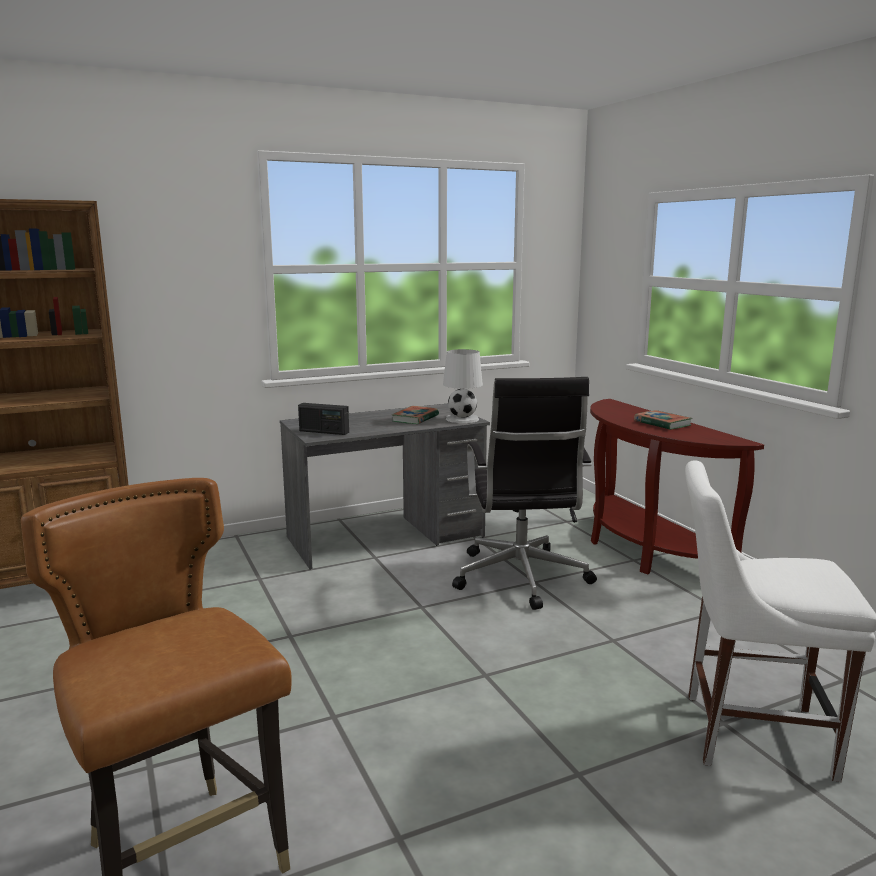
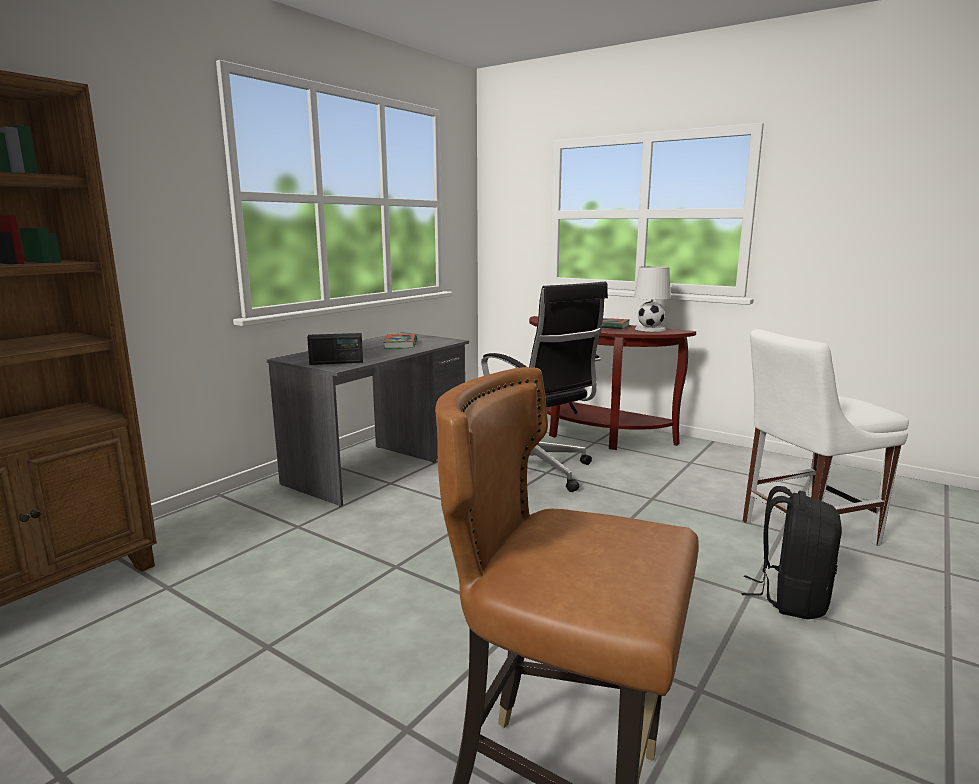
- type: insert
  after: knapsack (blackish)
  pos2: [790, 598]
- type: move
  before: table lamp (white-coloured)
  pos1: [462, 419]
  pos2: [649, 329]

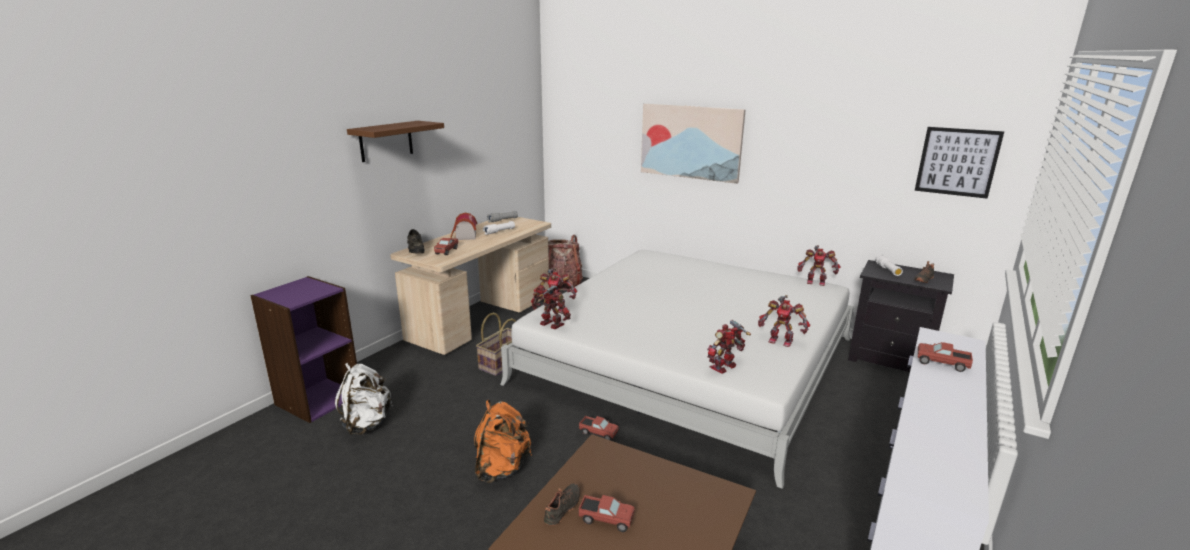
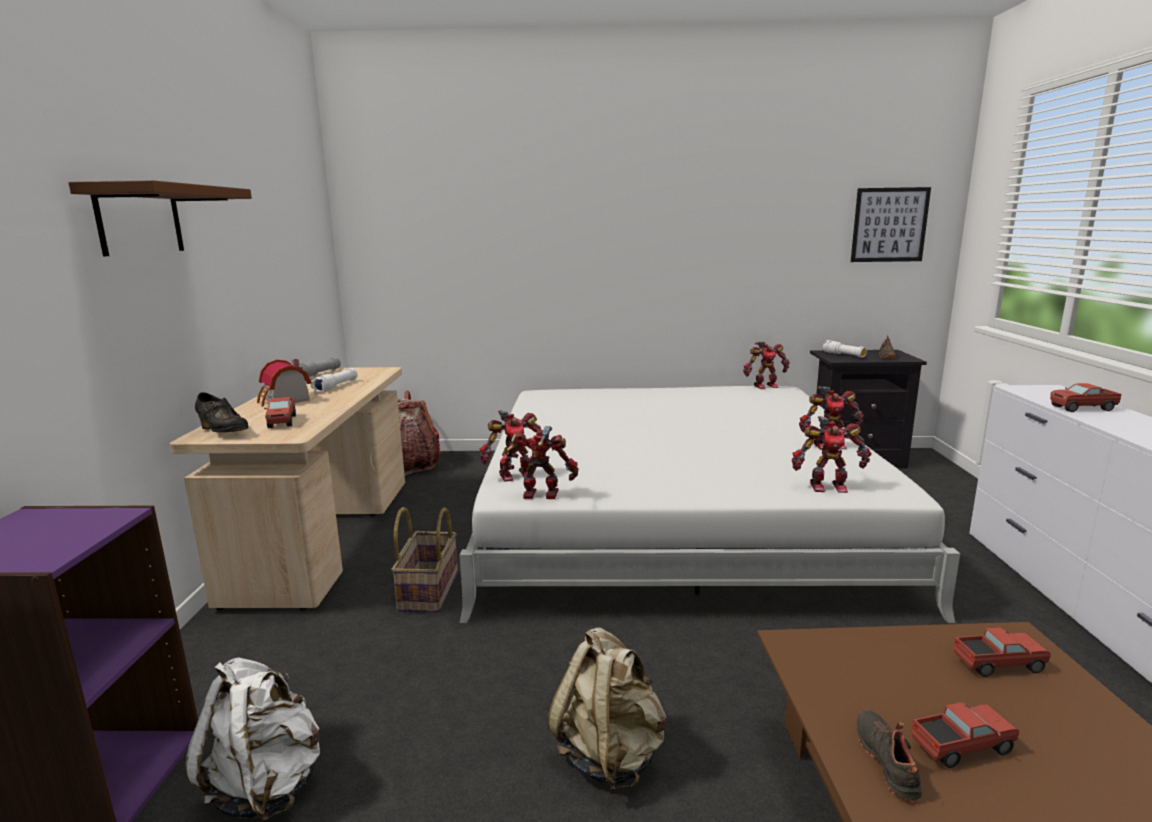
- type: delete
  before: wall picture
  pos1: [691, 142]
- type: move
  before: model truck
  pos1: [598, 433]
  pos2: [998, 665]
- type: recolor
  before: knapsack (orange-coloured)
  after: knapsack (beige-coloured)
  pos1: [502, 469]
  pos2: [610, 754]
- type: rotate
  before: toy robot
  pos1: [724, 367]
  pos2: [827, 486]
  turn: -105

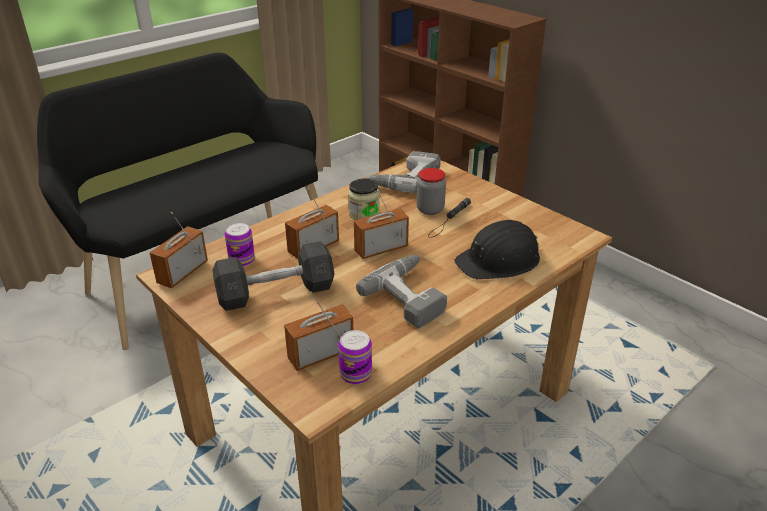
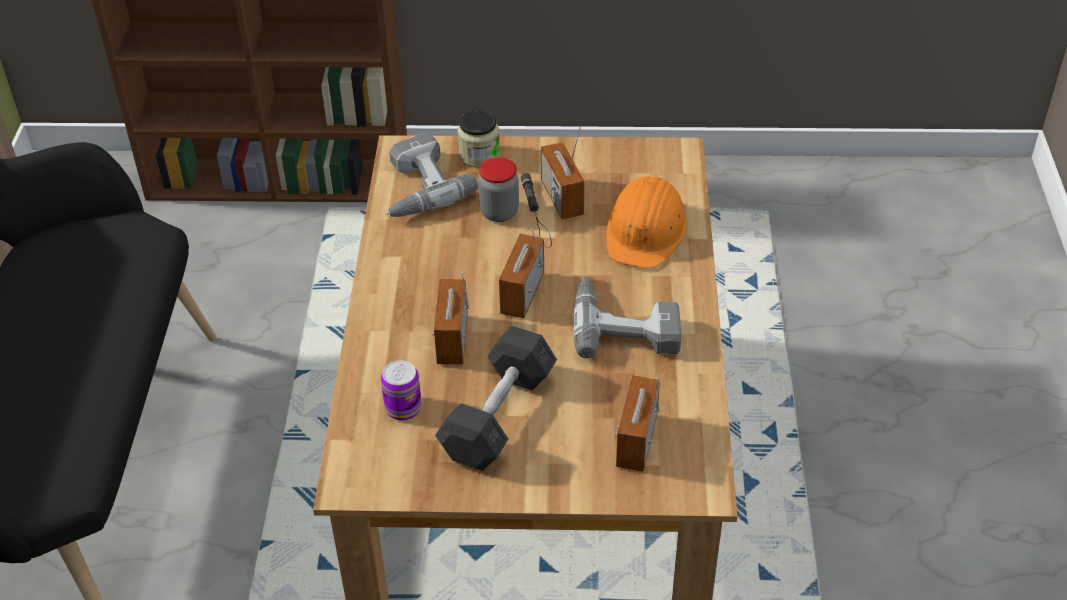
- type: delete
  before: sealed can
  pos1: [355, 374]
- type: move
  before: radio receiver
  pos1: [183, 272]
  pos2: [562, 199]
- type: move
  before: jar
  pos1: [364, 214]
  pos2: [479, 155]
- type: recolor
  before: hard hat (blackish)
  after: hard hat (orange-coloured)
  pos1: [499, 260]
  pos2: [646, 231]

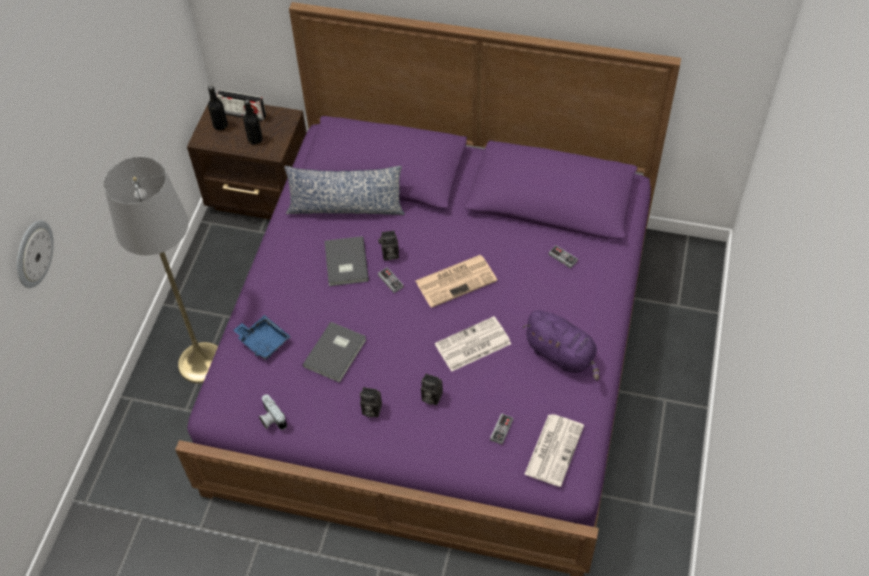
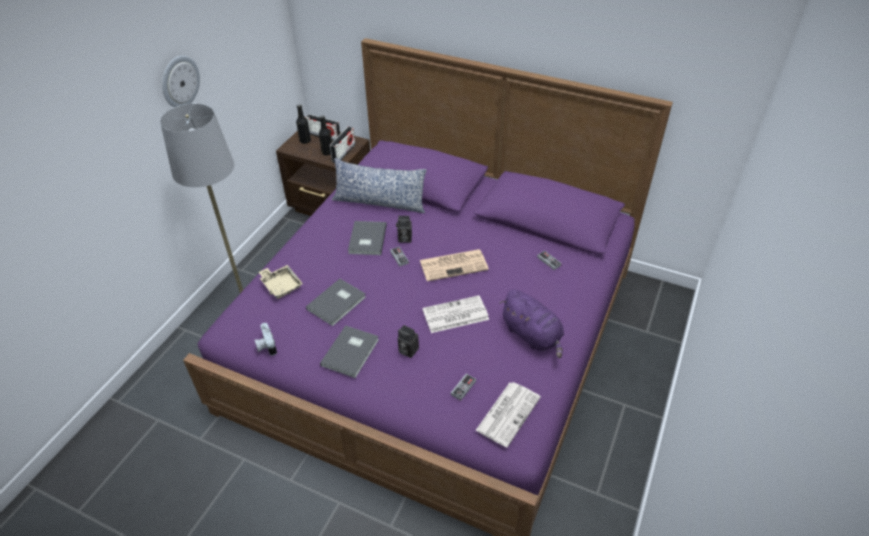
- type: insert
  after: radio receiver
  pos2: [343, 153]
- type: move
  before: wall clock
  pos1: [33, 253]
  pos2: [179, 81]
- type: replace
  before: photo camera
  after: book (gray)
  pos1: [370, 410]
  pos2: [352, 352]
- type: recolor
  before: serving tray (bluish)
  after: serving tray (beige-coloured)
  pos1: [263, 341]
  pos2: [281, 285]

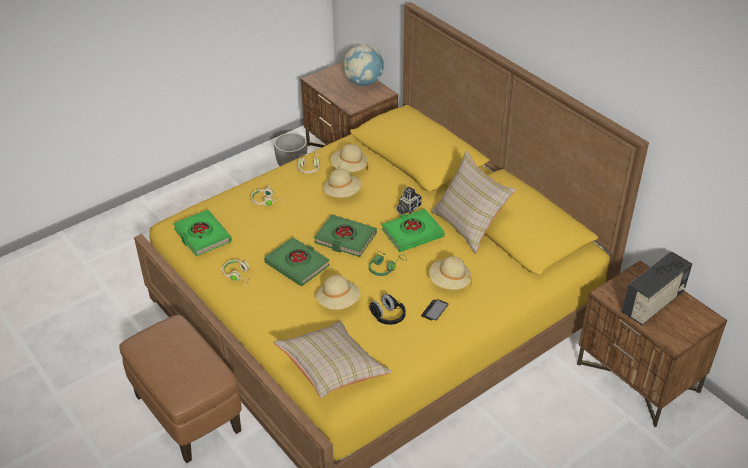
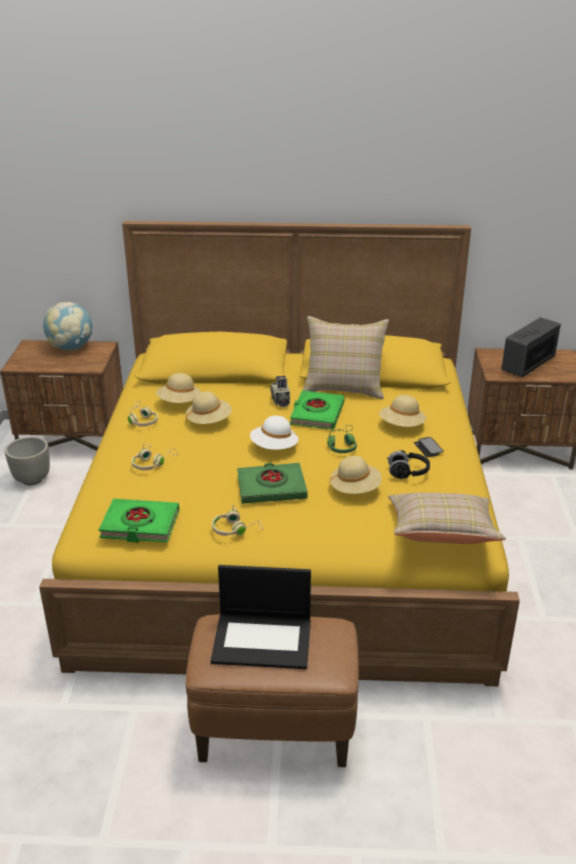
- type: insert
  after: notebook computer
  pos2: [263, 640]
- type: replace
  before: book (green)
  after: hat (white-coloured)
  pos1: [345, 239]
  pos2: [274, 447]
- type: rotate
  before: radio receiver
  pos1: [653, 303]
  pos2: [527, 364]
  turn: -135

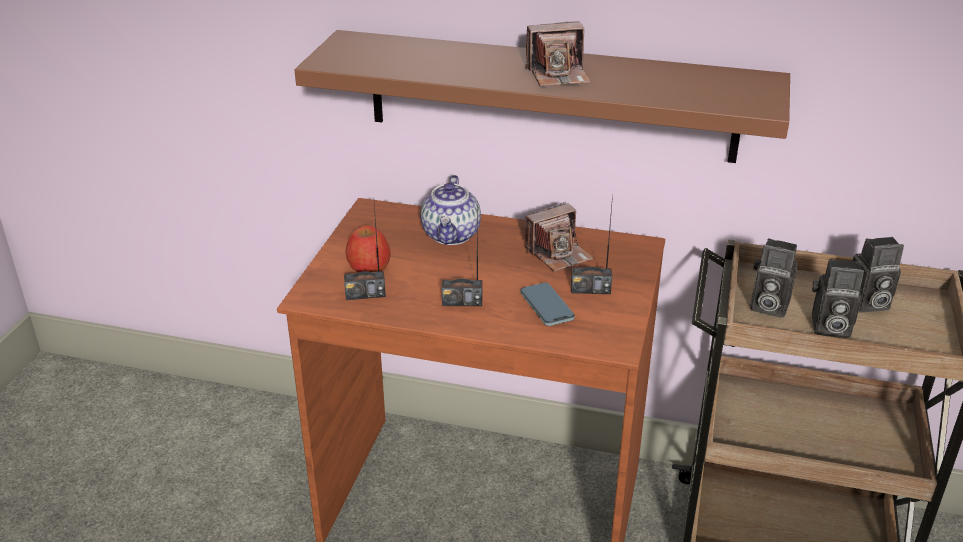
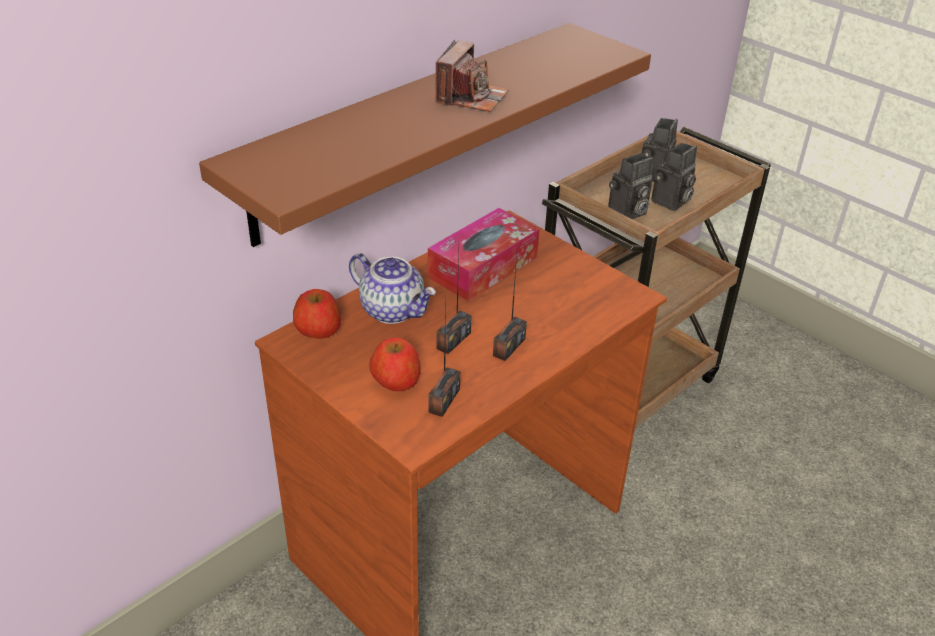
- type: delete
  before: handset
  pos1: [546, 307]
- type: insert
  after: whole apple
  pos2: [318, 330]
- type: move
  before: radio receiver
  pos1: [590, 289]
  pos2: [453, 340]
- type: replace
  before: photo camera
  after: box of tissues
  pos1: [558, 254]
  pos2: [483, 267]

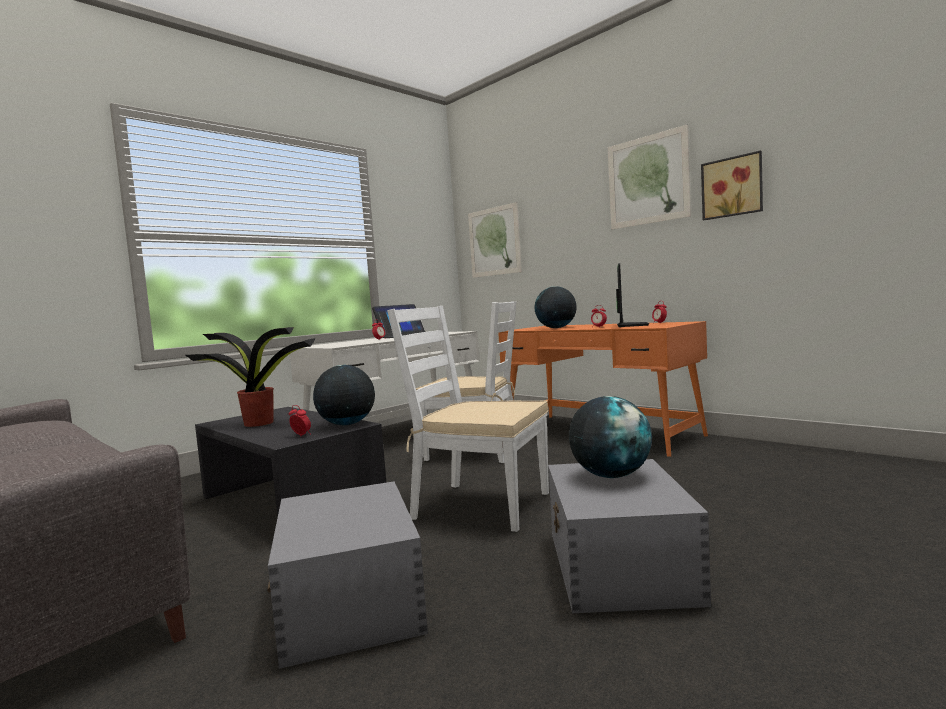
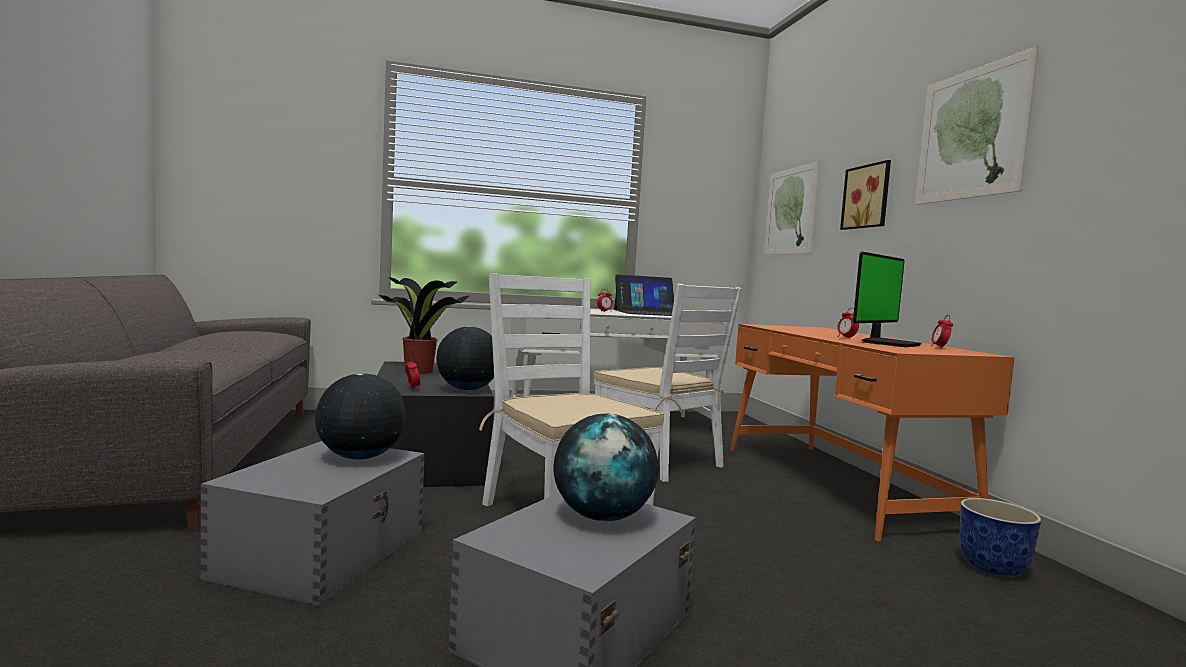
- type: insert
  after: flower pot
  pos2: [993, 568]
- type: move
  before: world globe
  pos1: [556, 328]
  pos2: [360, 457]
- type: move
  before: wall picture
  pos1: [732, 187]
  pos2: [868, 197]

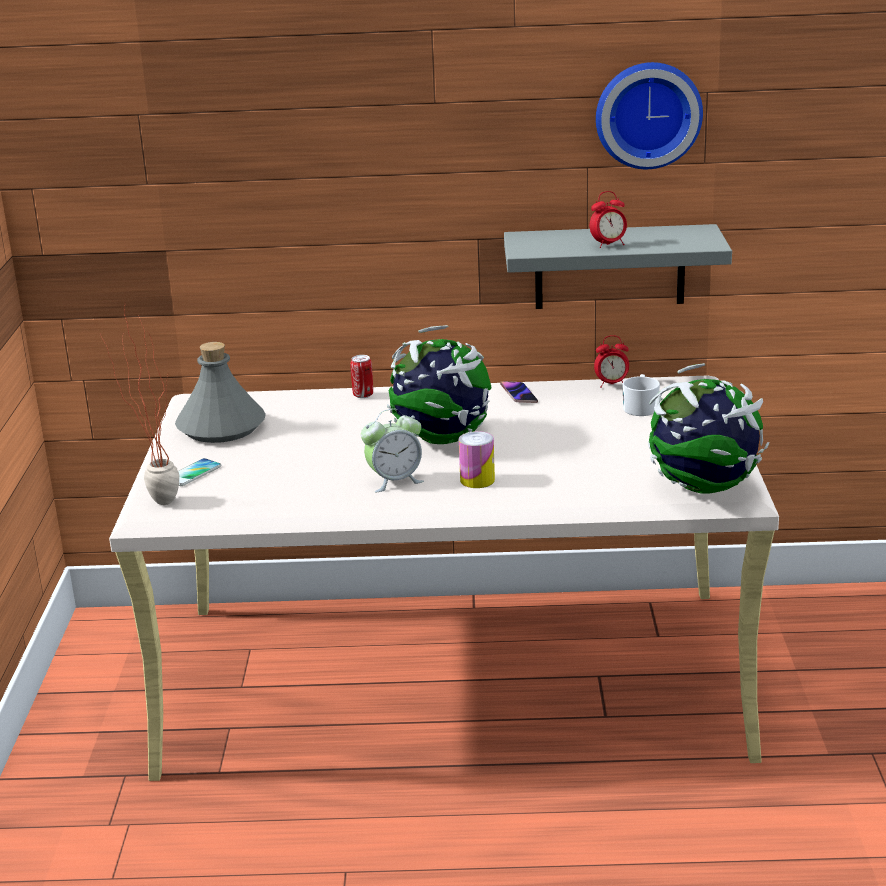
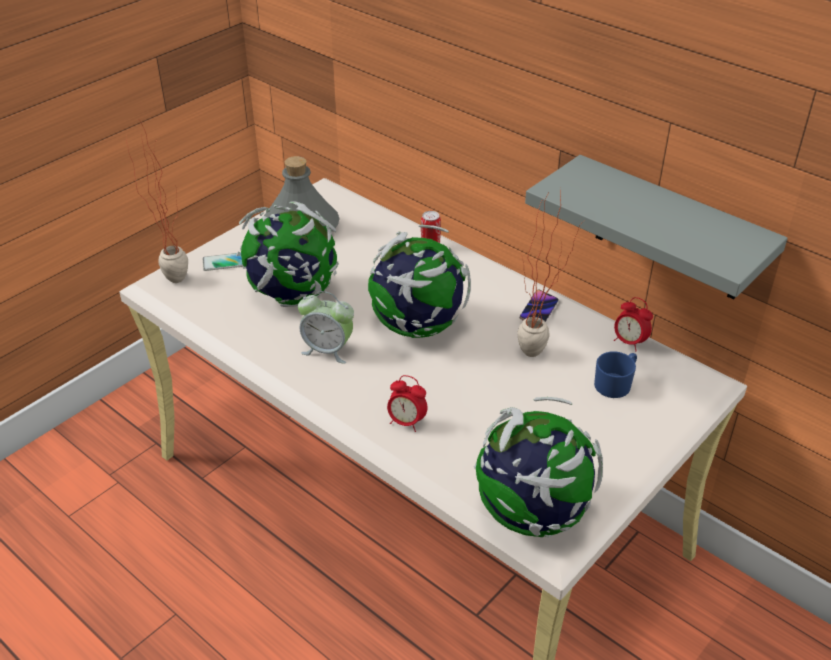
- type: delete
  before: sealed can
  pos1: [477, 480]
- type: delete
  before: wall clock
  pos1: [647, 114]
- type: insert
  after: world globe
  pos2: [292, 295]
- type: insert
  after: potted plant
  pos2: [539, 357]
- type: move
  before: alarm clock
  pos1: [608, 245]
  pos2: [406, 422]
- type: recolor
  before: mug (white-coloured)
  after: mug (bluish)
  pos1: [640, 407]
  pos2: [615, 383]

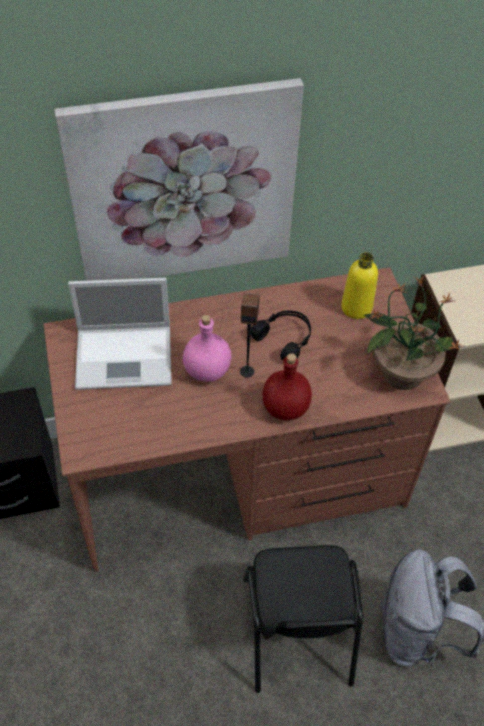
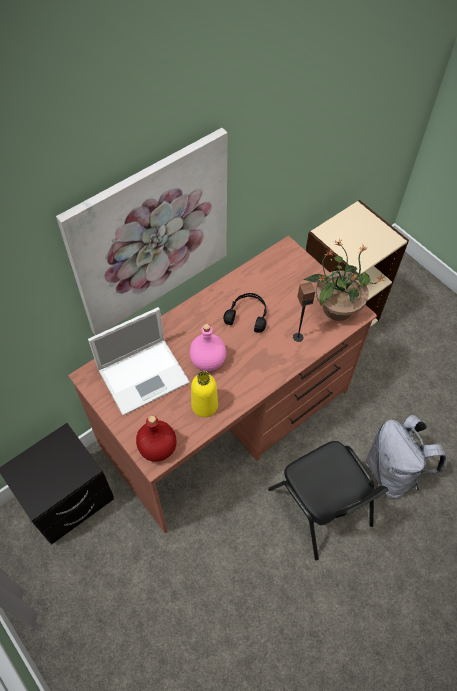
- type: move
  before: audio speaker
  pos1: [247, 371]
  pos2: [298, 337]
- type: move
  before: drink bottle (red-coloured)
  pos1: [286, 408]
  pos2: [158, 448]
- type: move
  before: drink bottle (yellowish)
  pos1: [356, 307]
  pos2: [204, 405]

